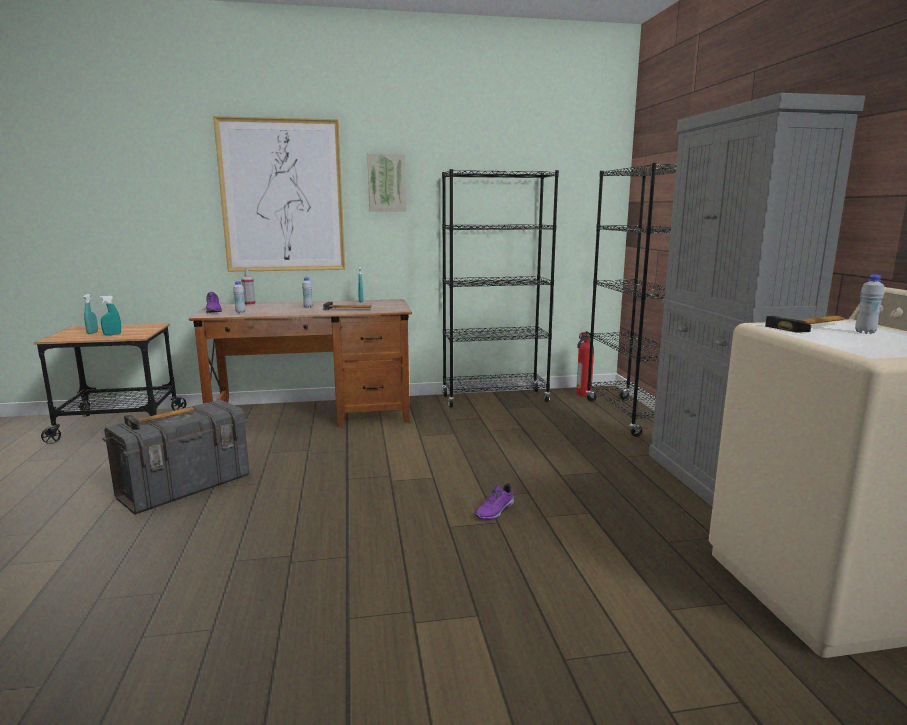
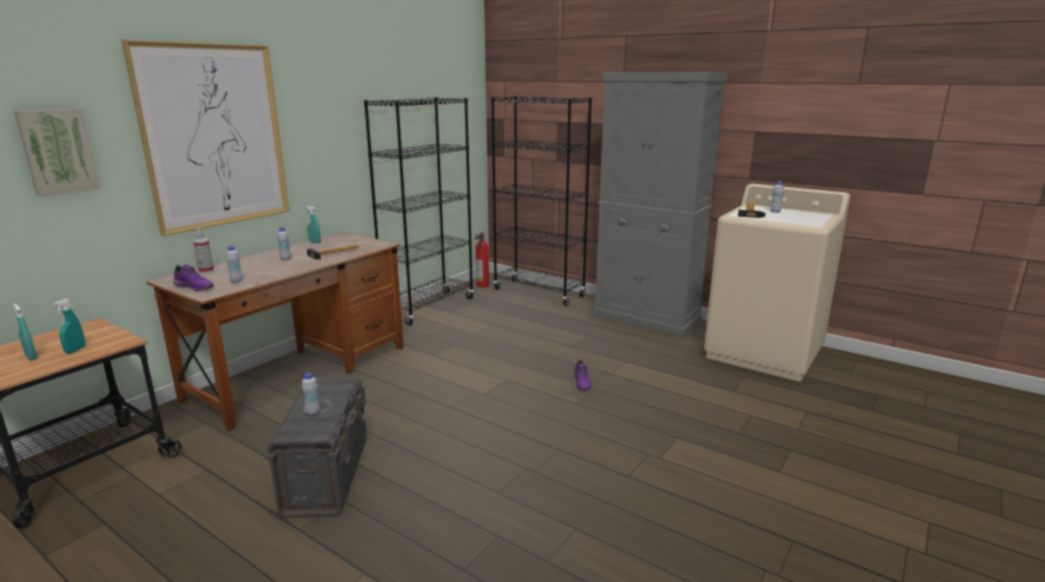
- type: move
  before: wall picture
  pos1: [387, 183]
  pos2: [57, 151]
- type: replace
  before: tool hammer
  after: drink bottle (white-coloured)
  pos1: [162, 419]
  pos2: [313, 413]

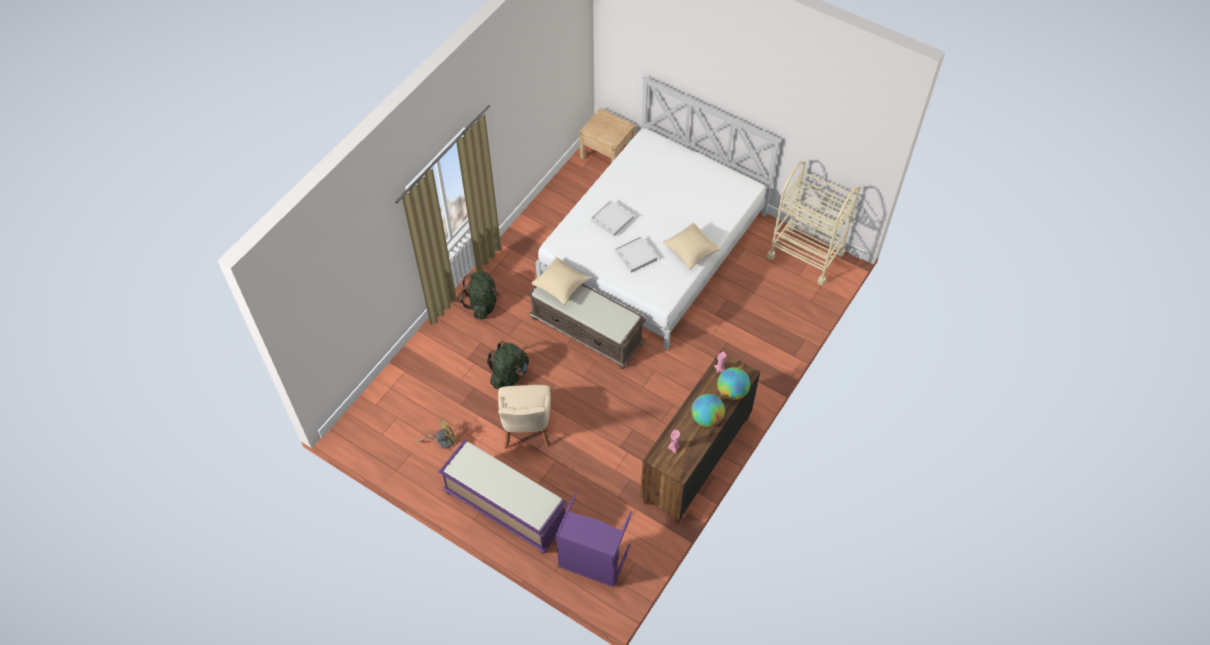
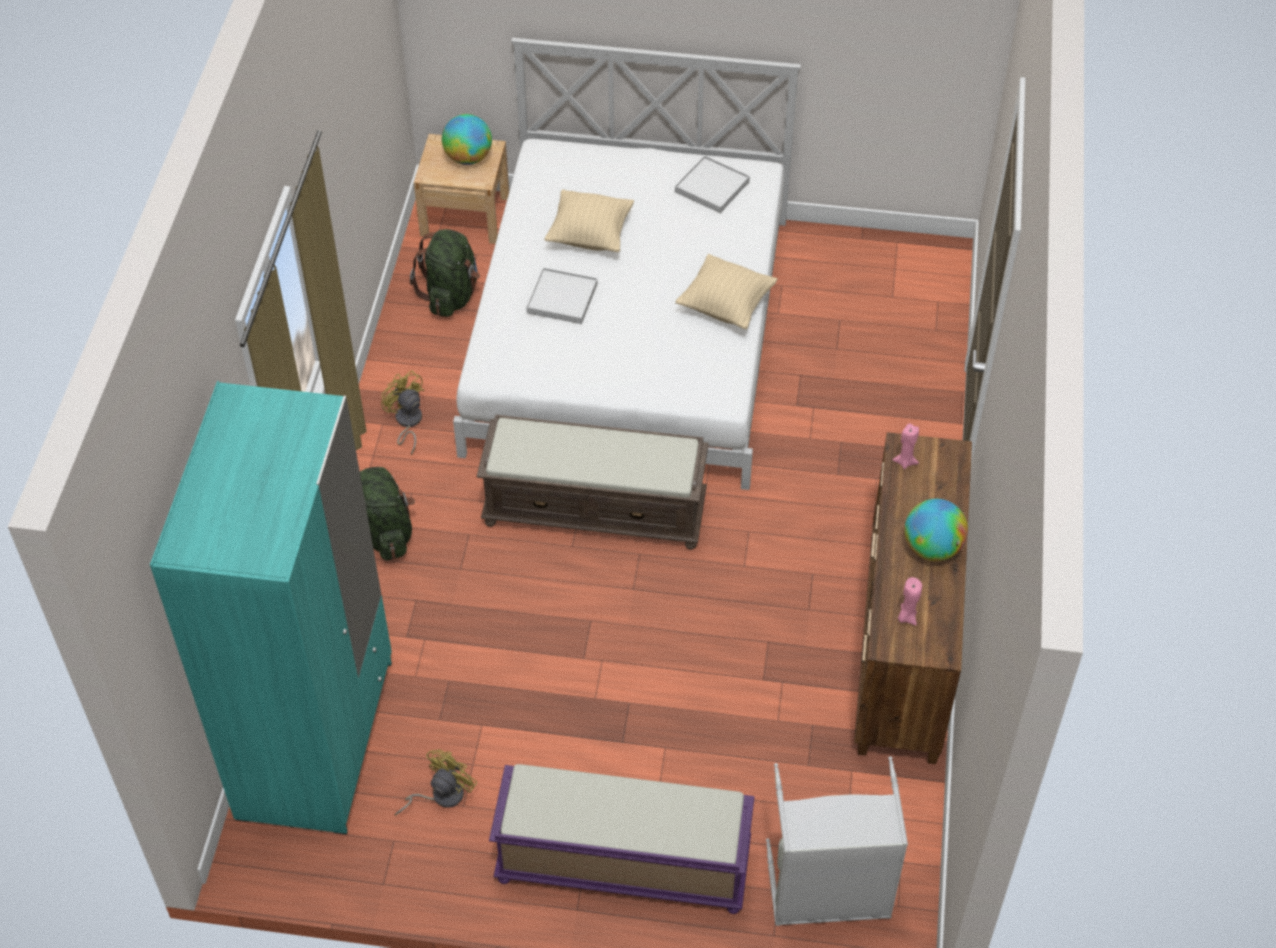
- type: delete
  before: upright chair (beige-coloured)
  pos1: [526, 431]
- type: delete
  before: wheeled cart (beige-coloured)
  pos1: [805, 255]
- type: insert
  after: clothes cupboard (blue-green)
  pos2: [316, 739]
- type: insert
  after: fan (yellowish)
  pos2: [407, 422]
- type: move
  before: knapsack (green)
  pos1: [509, 375]
  pos2: [451, 295]
- type: move
  before: pillow (beige-coloured)
  pos1: [560, 287]
  pos2: [590, 235]
- type: move
  before: serving tray (white-coloured)
  pos1: [635, 255]
  pos2: [711, 187]
- type: move
  before: world globe
  pos1: [732, 391]
  pos2: [468, 158]
- type: recolor
  before: laundry basket (purple)
  after: laundry basket (gray)
  pos1: [591, 563]
  pos2: [829, 893]

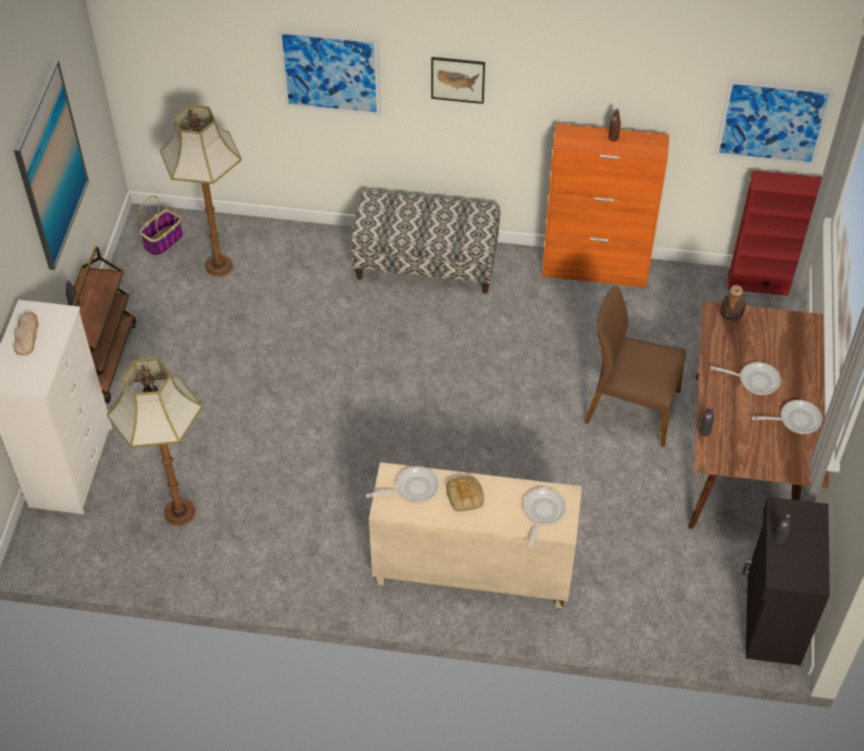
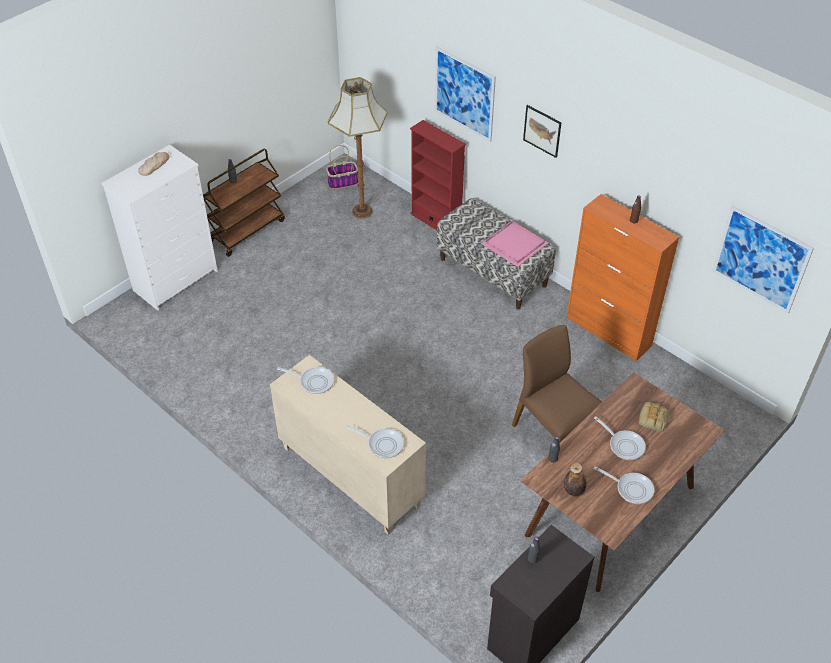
- type: delete
  before: wall picture
  pos1: [50, 166]
- type: delete
  before: floor lamp
  pos1: [178, 513]
- type: insert
  after: serving tray (pinkish)
  pos2: [514, 244]
- type: move
  before: baked bread
  pos1: [465, 496]
  pos2: [653, 419]
- type: move
  before: drink bottle
  pos1: [730, 317]
  pos2: [573, 491]
- type: move
  before: shelving unit (red-coloured)
  pos1: [764, 284]
  pos2: [436, 221]
- type: rotate
  before: skillet
  pos1: [542, 513]
  pos2: [382, 444]
  turn: 60

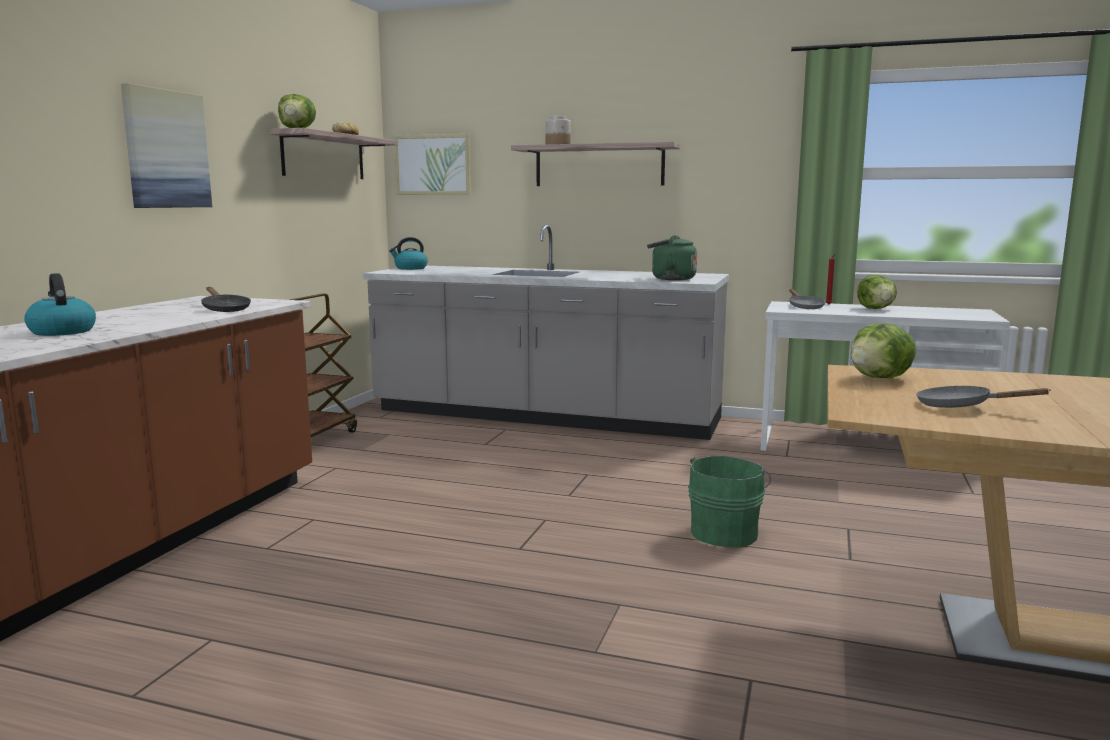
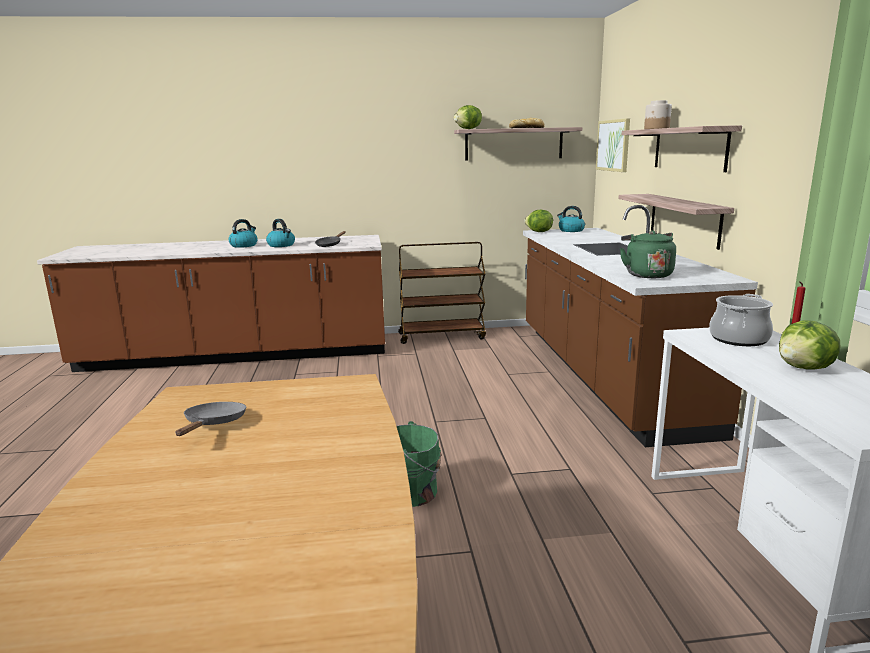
- type: delete
  before: wall picture
  pos1: [166, 149]
- type: insert
  after: tea kettle
  pos2: [281, 245]
- type: insert
  after: bracket shelf
  pos2: [684, 219]
- type: move
  before: lettuce head
  pos1: [880, 378]
  pos2: [538, 232]
- type: replace
  before: skillet (gray)
  after: saucepot
  pos1: [804, 307]
  pos2: [738, 339]
- type: recolor
  before: kitchen counter (gray)
  after: kitchen counter (brown)
  pos1: [545, 416]
  pos2: [603, 374]

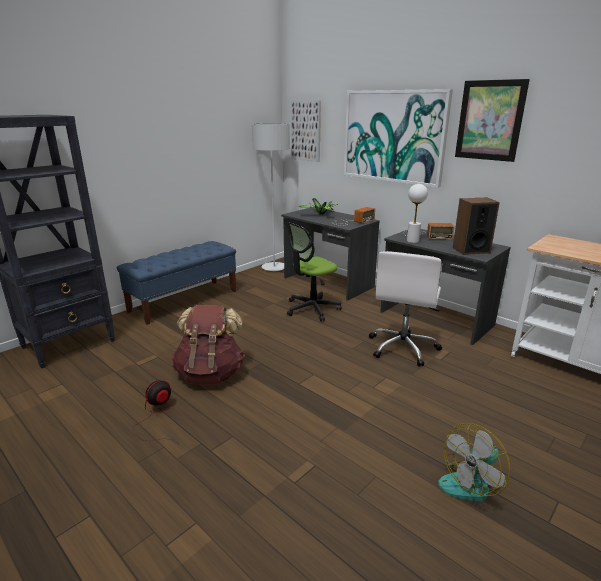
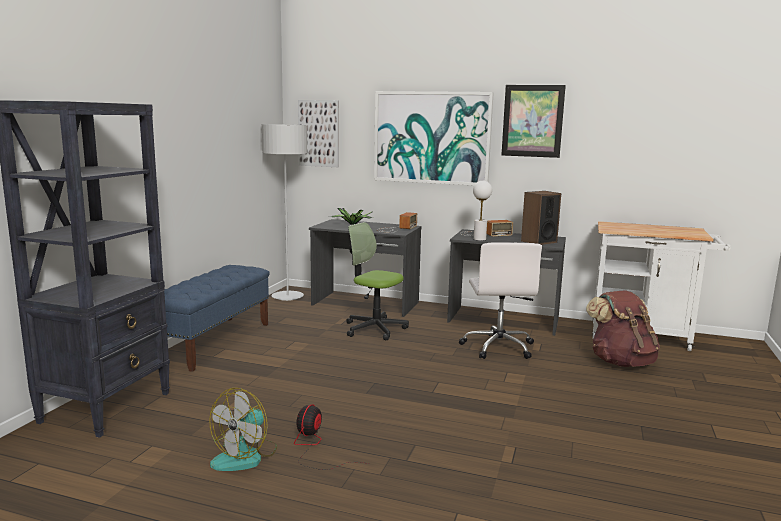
- type: move
  before: knapsack (brown)
  pos1: [210, 374]
  pos2: [621, 362]
- type: move
  before: fan
  pos1: [471, 482]
  pos2: [245, 456]
- type: rotate
  before: desk chair
  pos1: [312, 308]
  pos2: [374, 329]
  turn: 90

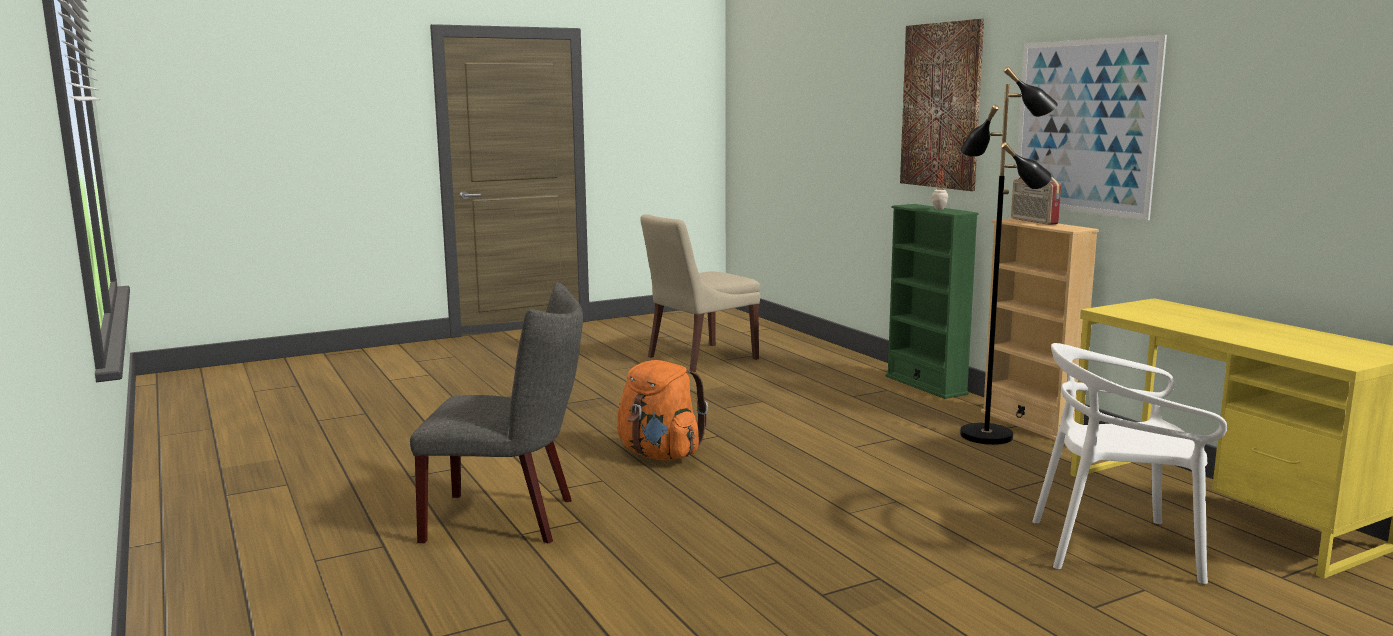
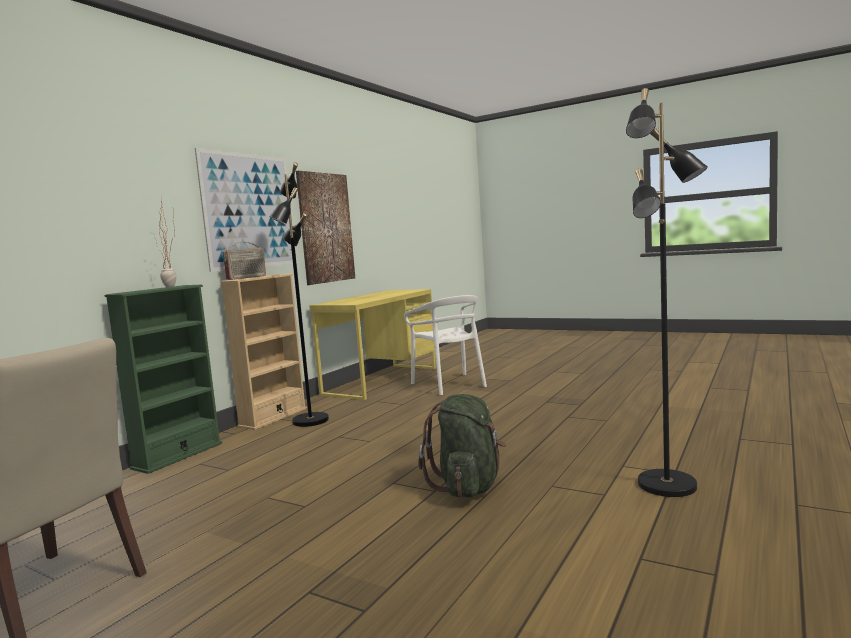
- type: move
  before: wall picture
  pos1: [941, 106]
  pos2: [325, 228]
- type: replace
  before: upright chair (gray)
  after: floor lamp (blackish)
  pos1: [510, 519]
  pos2: [668, 486]
- type: recolor
  before: knapsack (orange-coloured)
  after: knapsack (green)
  pos1: [660, 455]
  pos2: [468, 487]

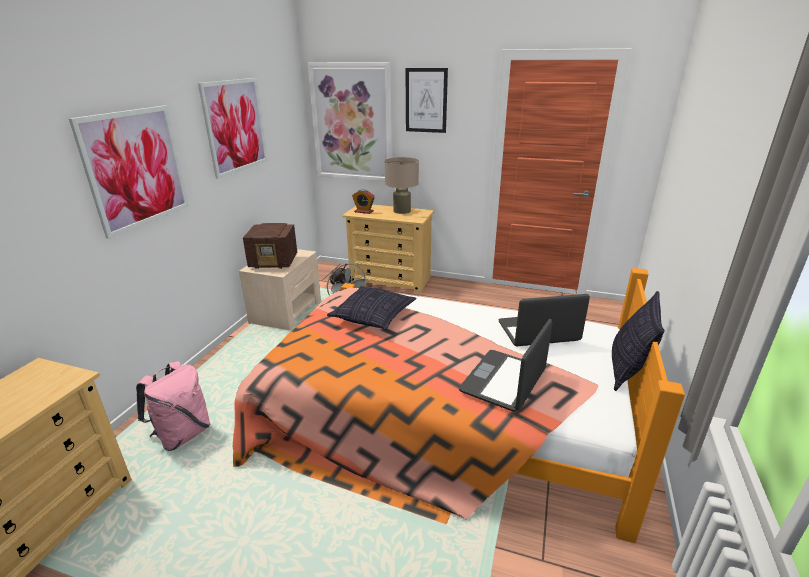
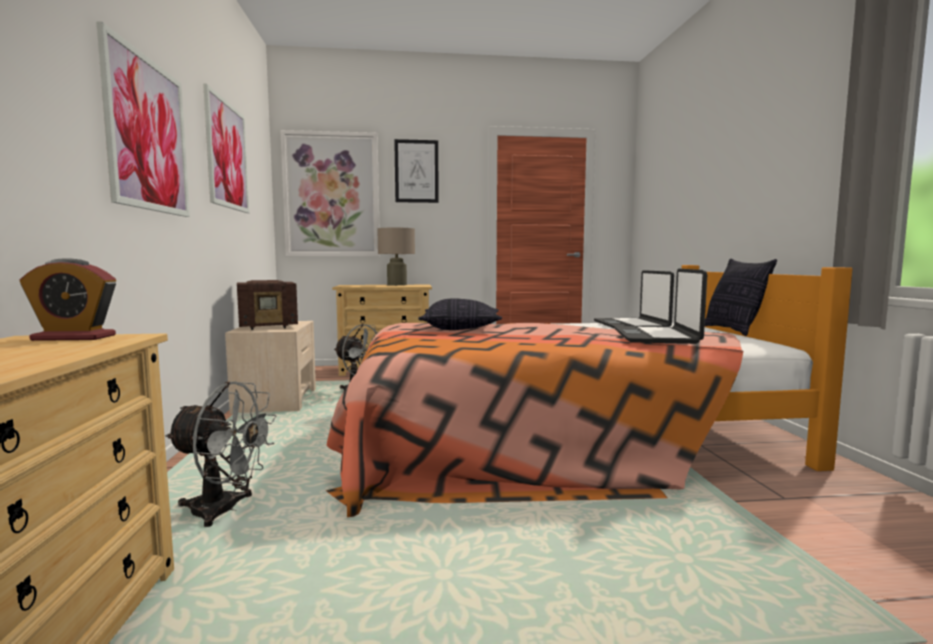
- type: move
  before: alarm clock
  pos1: [364, 211]
  pos2: [74, 337]
- type: replace
  before: knapsack (pinkish)
  after: fan (gray)
  pos1: [183, 434]
  pos2: [225, 511]
- type: rotate
  before: notebook computer
  pos1: [538, 332]
  pos2: [631, 325]
  turn: -60

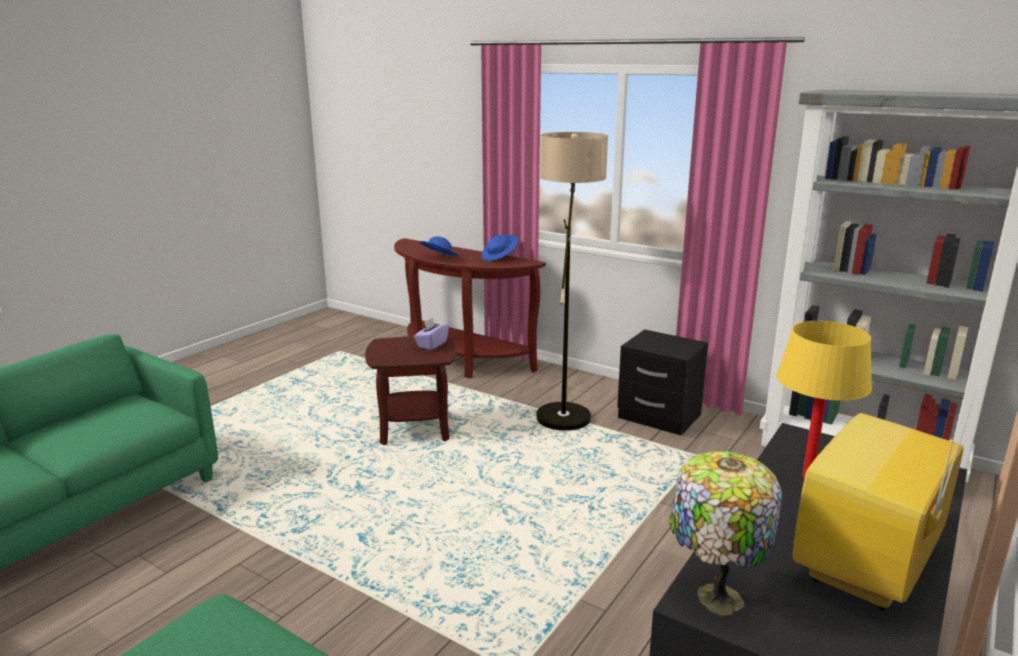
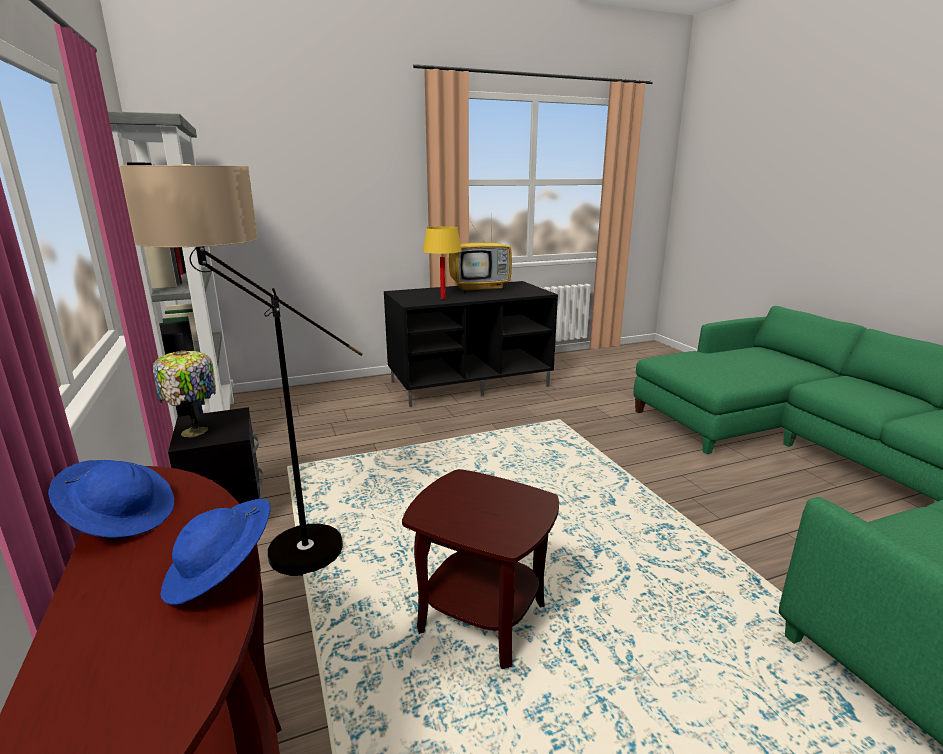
- type: delete
  before: box of tissues (purple)
  pos1: [432, 344]
- type: move
  before: table lamp
  pos1: [715, 597]
  pos2: [194, 432]

